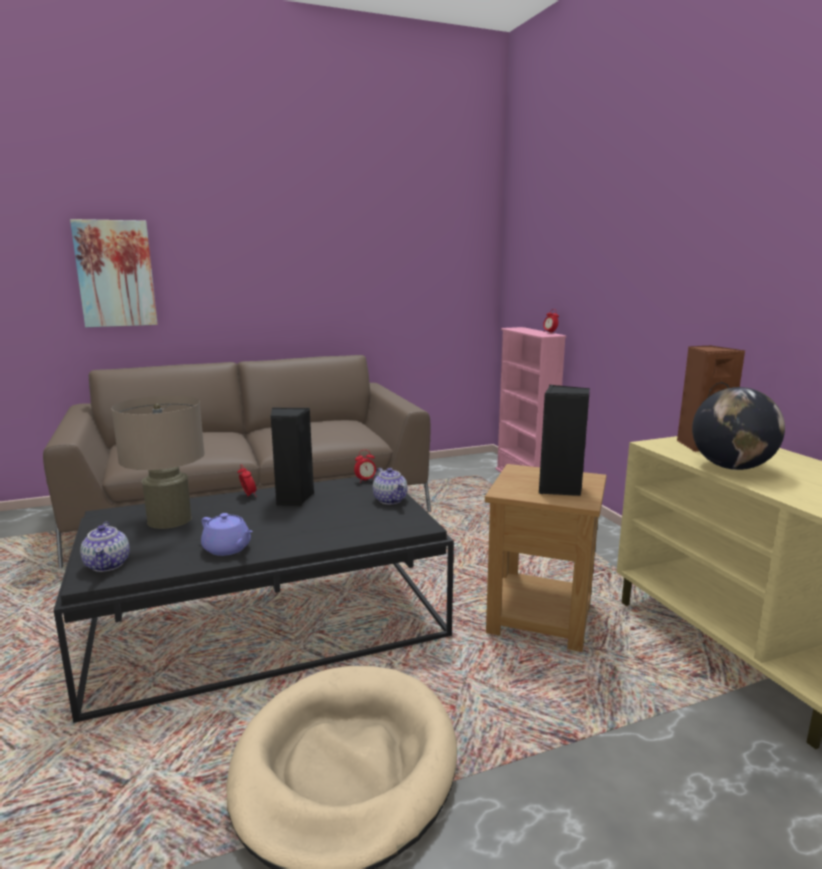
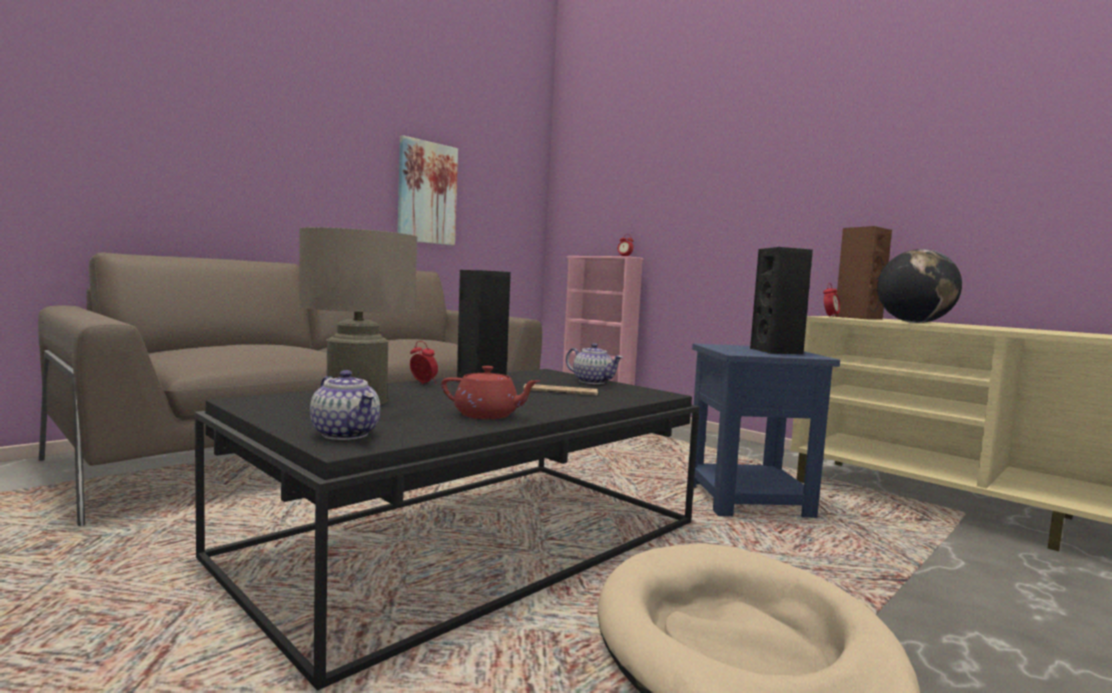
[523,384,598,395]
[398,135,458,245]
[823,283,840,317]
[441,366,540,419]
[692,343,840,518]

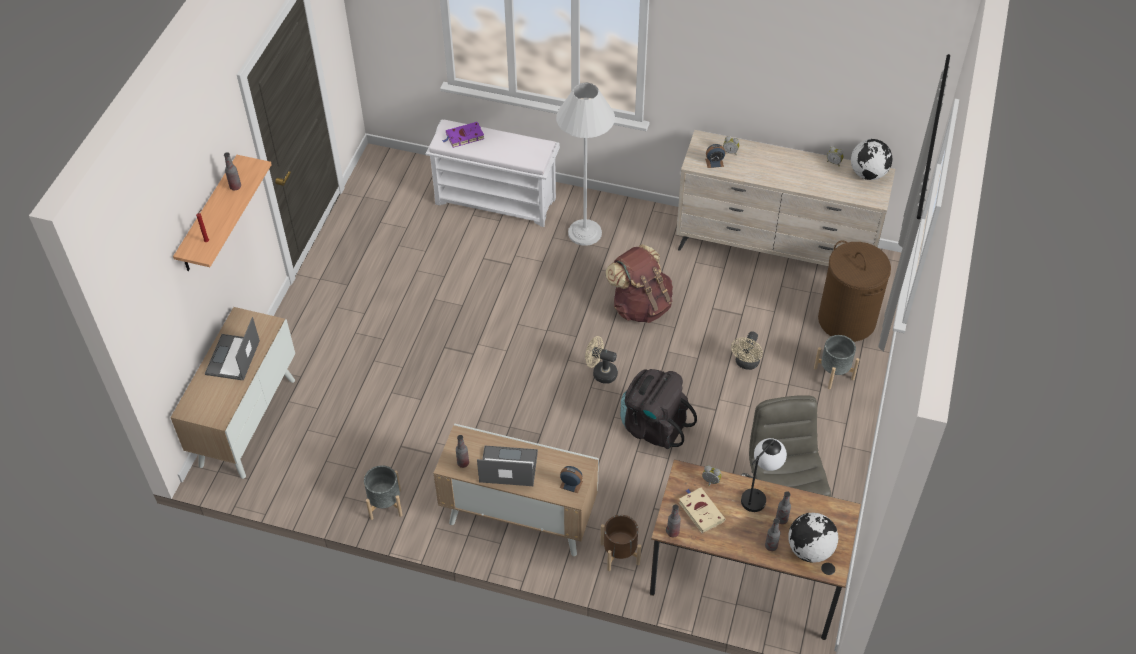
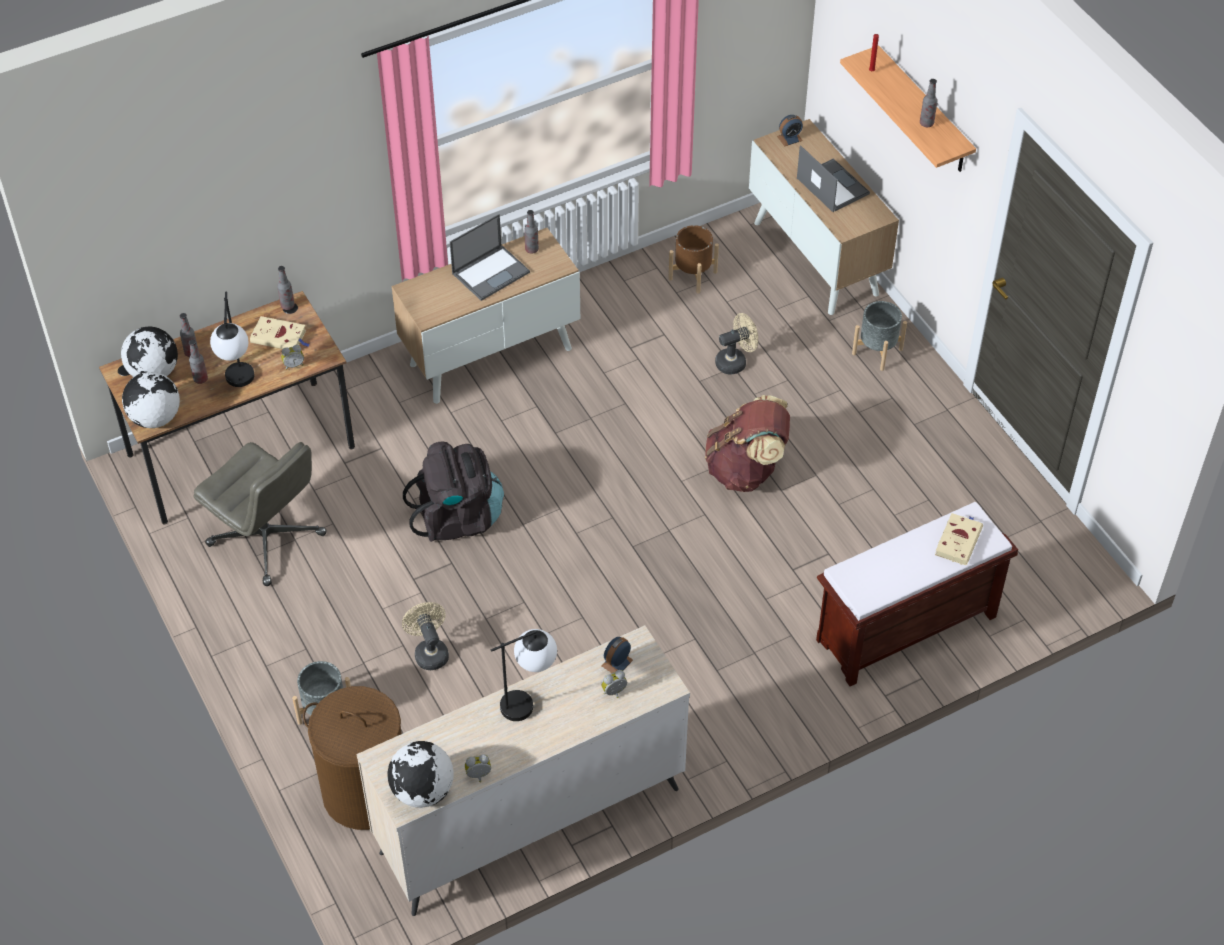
[556,82,615,246] (first image)
[122,372,180,428]
[491,629,557,721]
[852,301,907,371]
[777,115,803,147]
[715,313,758,375]
[669,225,719,293]
[705,395,790,492]
[816,502,1018,686]
[935,513,983,565]

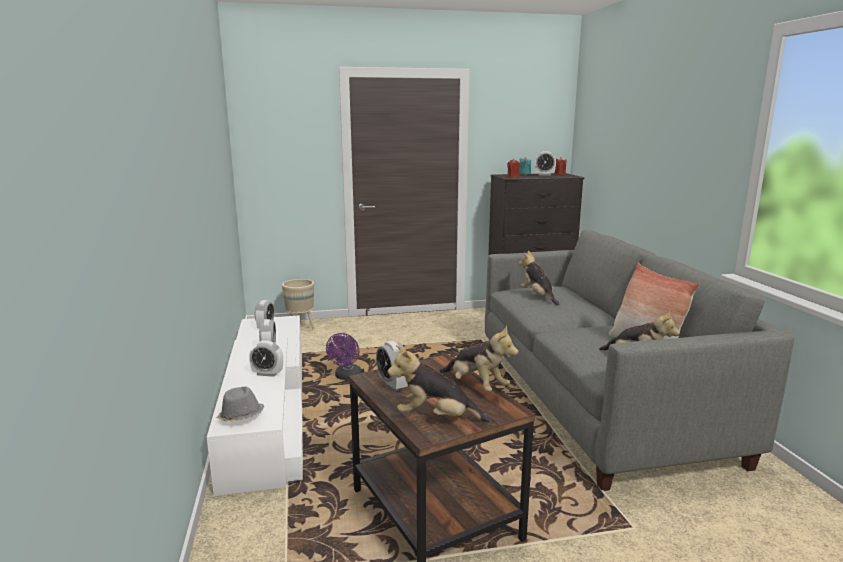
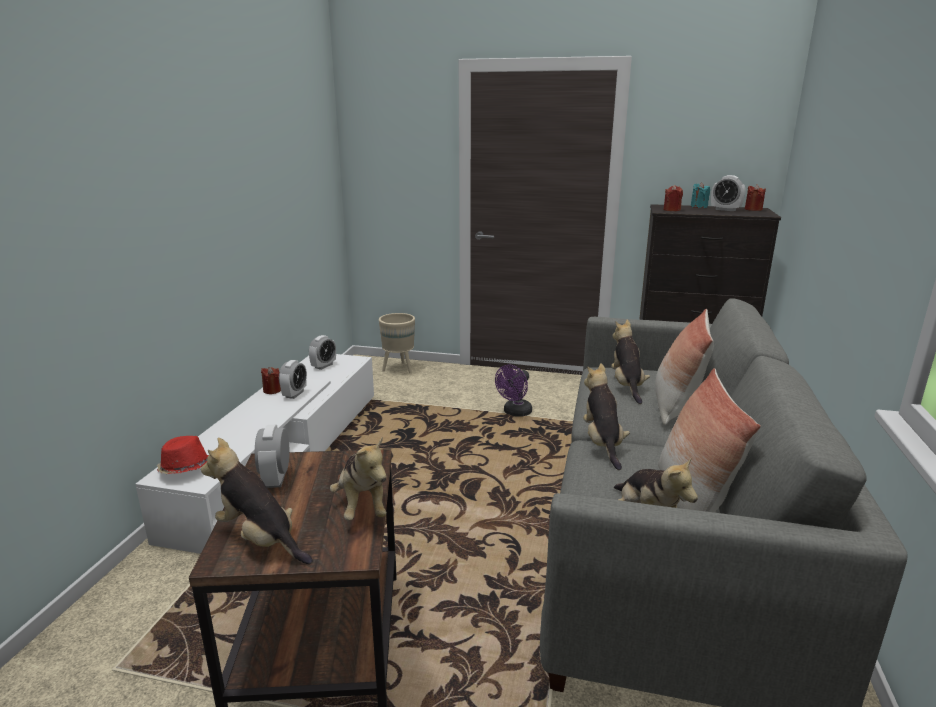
[249,340,283,377] (first image)
[261,367,281,394]
[583,363,630,470]
[655,309,714,425]
[495,365,532,417]
[157,436,209,474]

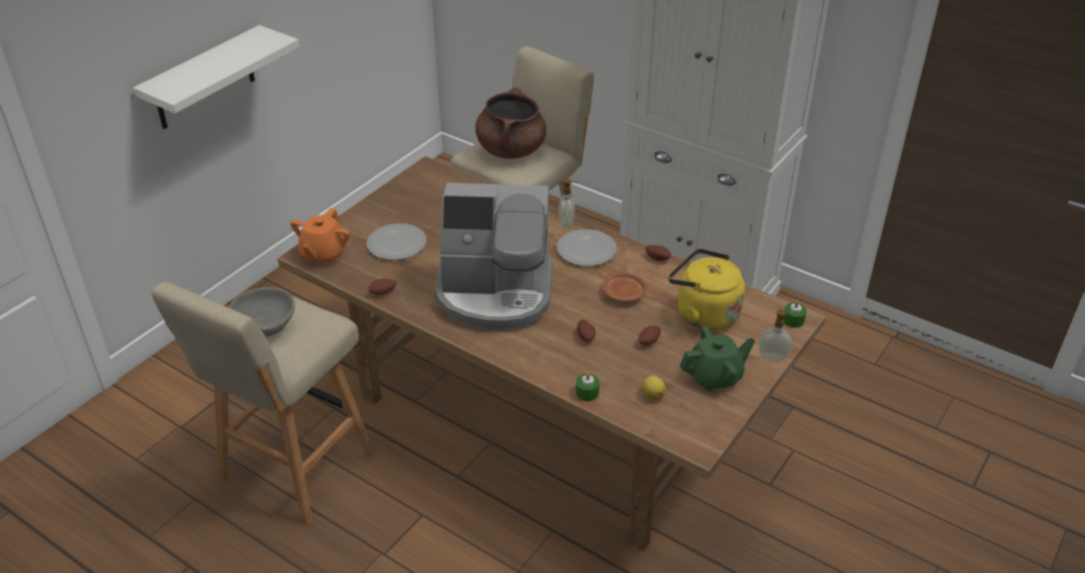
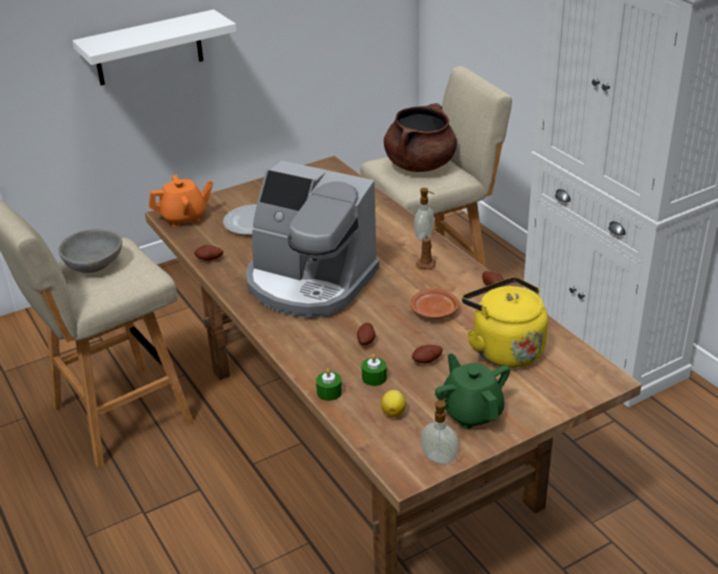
[421,398,459,465]
[362,354,387,386]
[416,232,436,270]
[149,175,213,227]
[435,353,510,429]

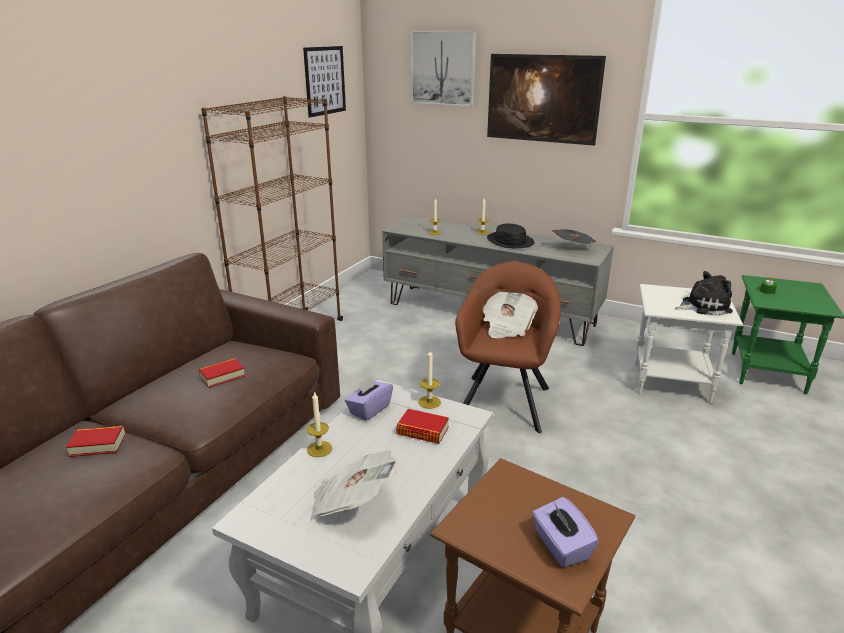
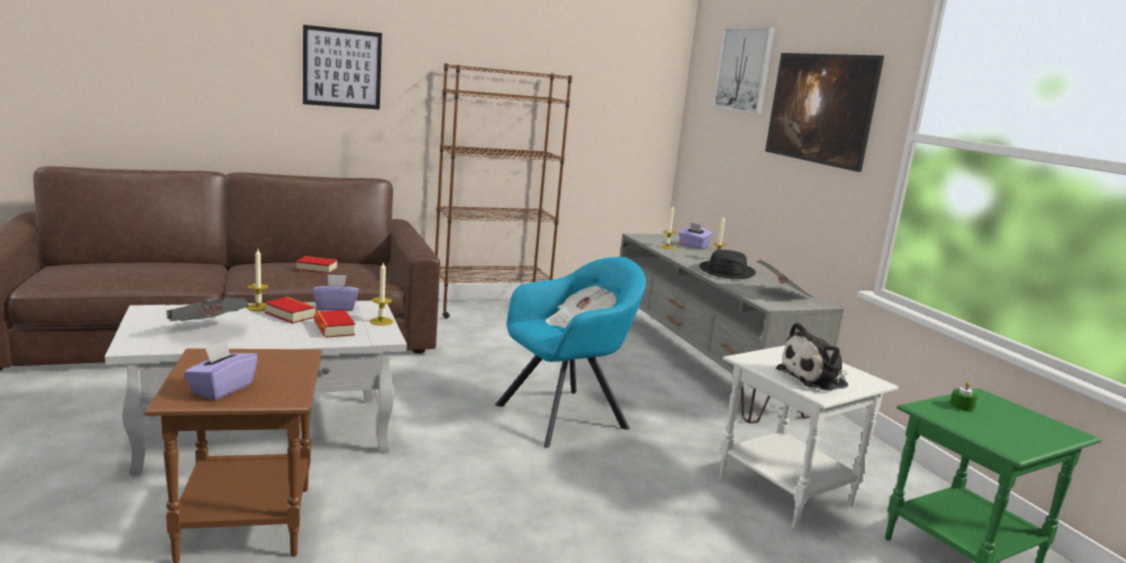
[679,222,713,249]
[264,297,317,324]
[303,25,382,110]
[495,257,646,448]
[776,322,848,391]

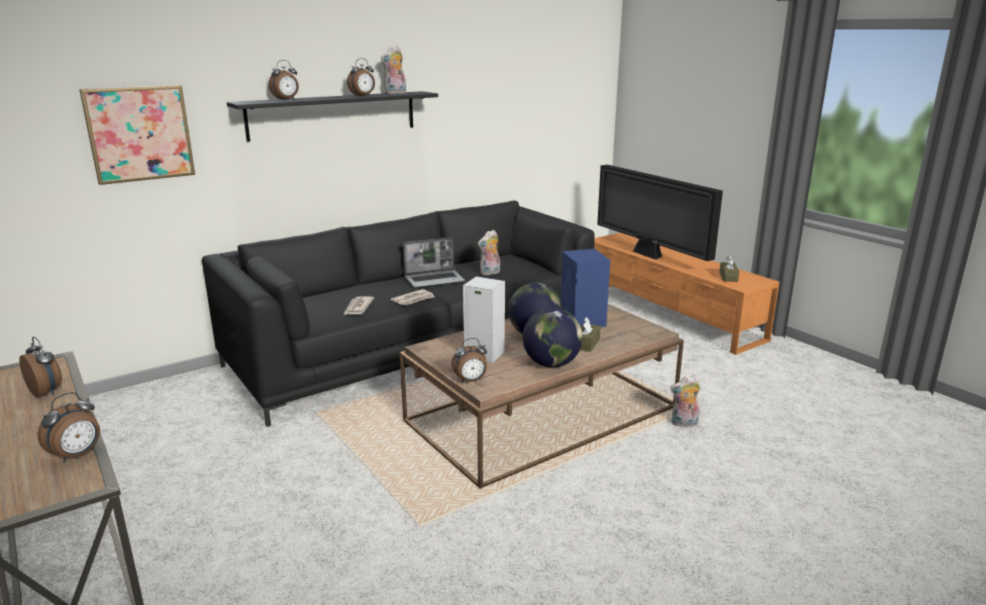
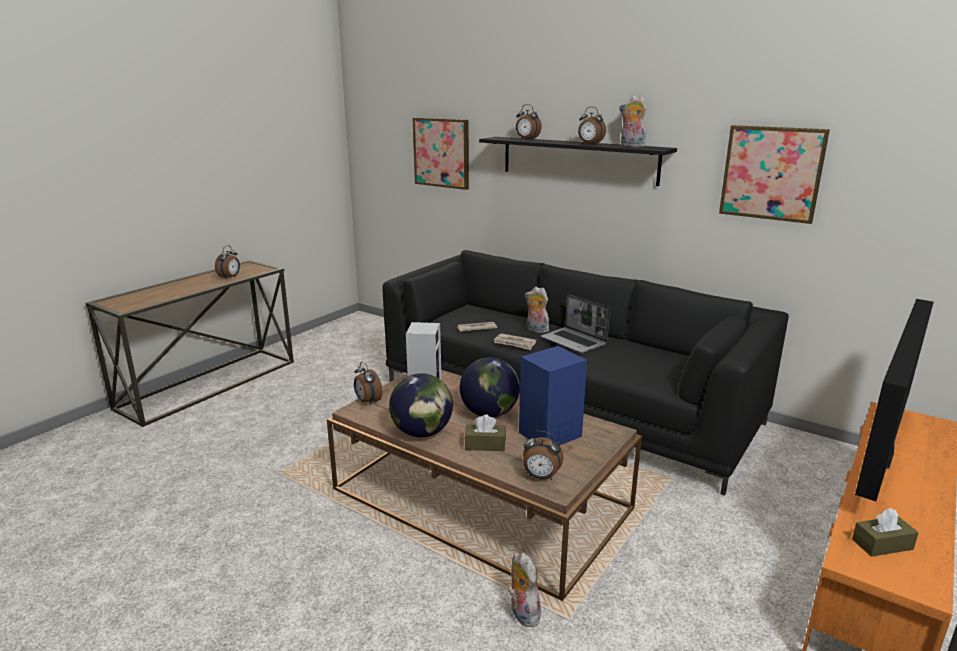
[719,125,830,224]
[523,431,563,480]
[525,287,549,333]

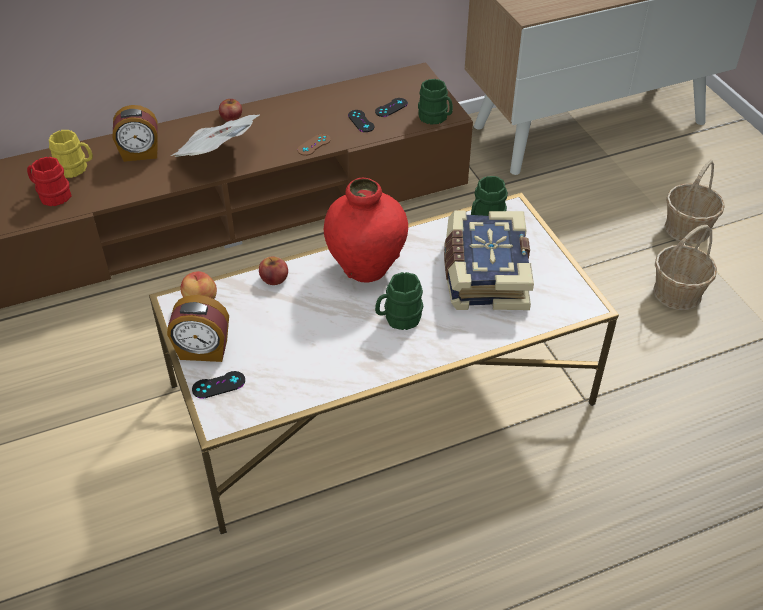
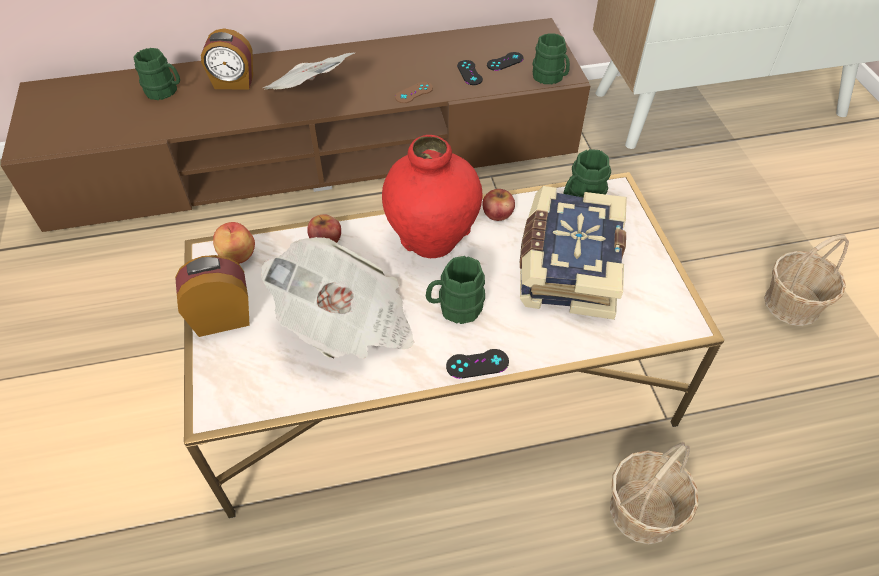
[27,157,72,206] (first image)
[261,237,414,359]
[446,349,509,379]
[482,189,515,221]
[610,442,698,544]
[134,48,180,100]
[175,255,250,337]

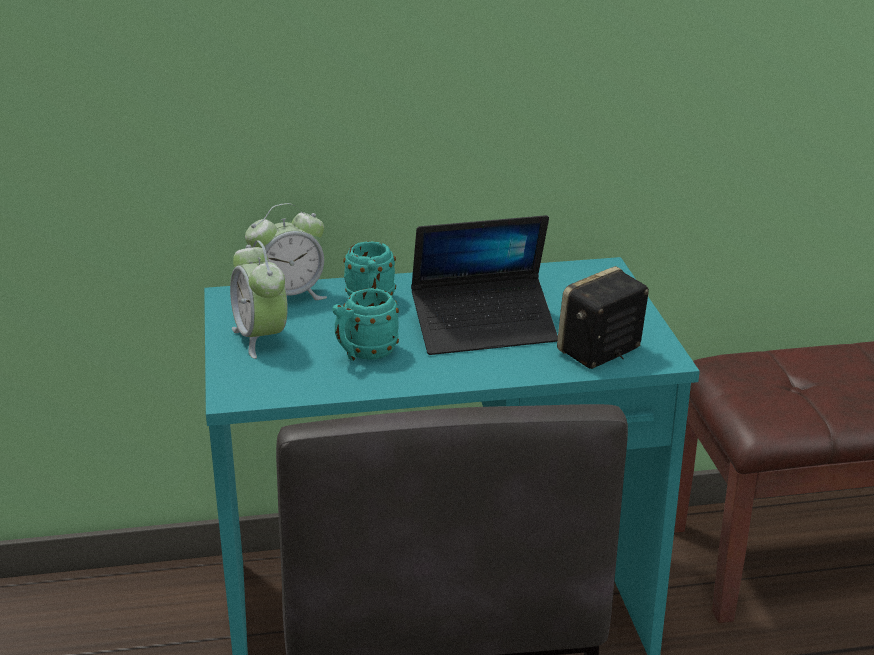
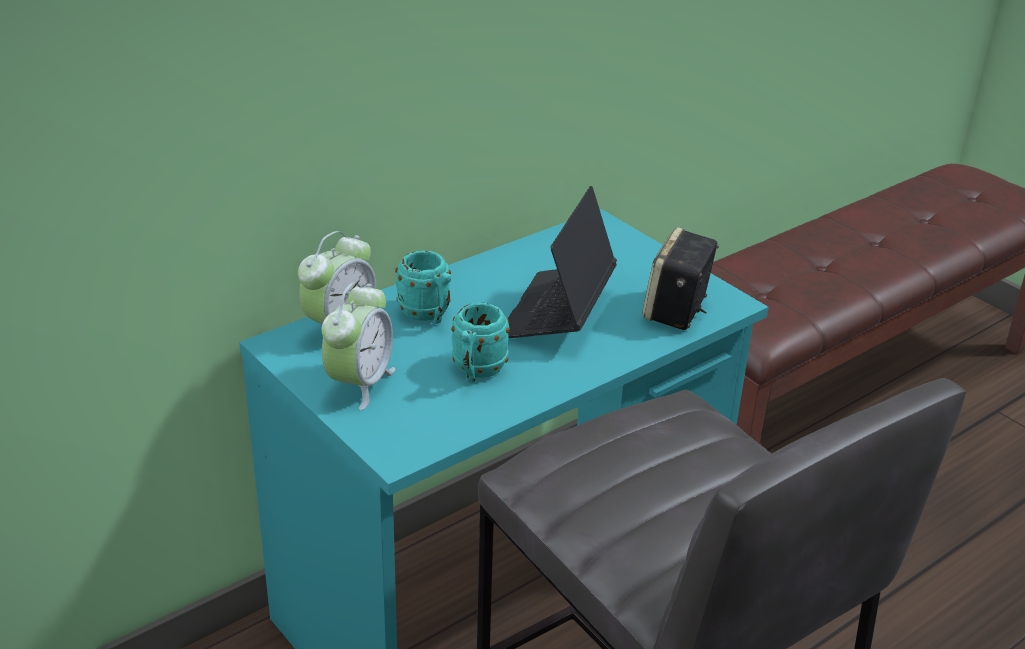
[322,282,395,410]
[508,186,617,338]

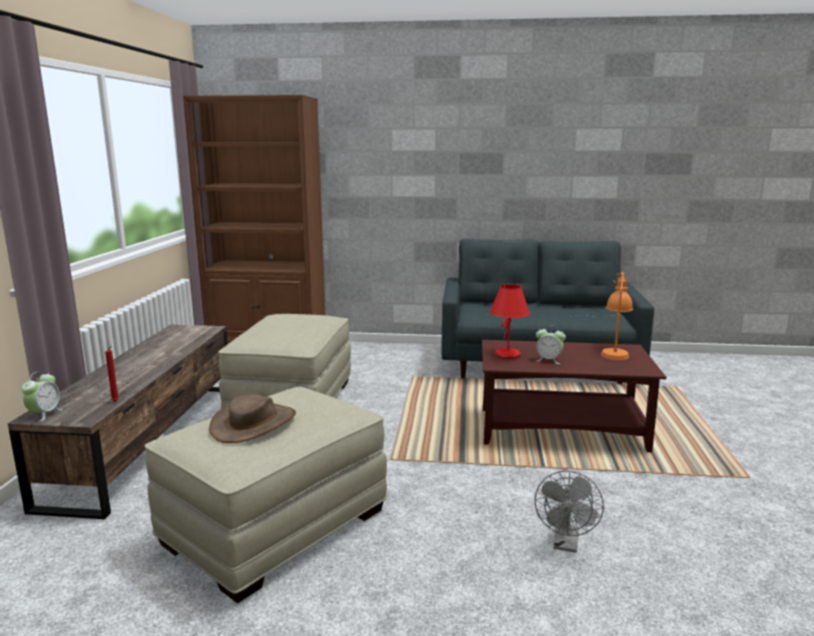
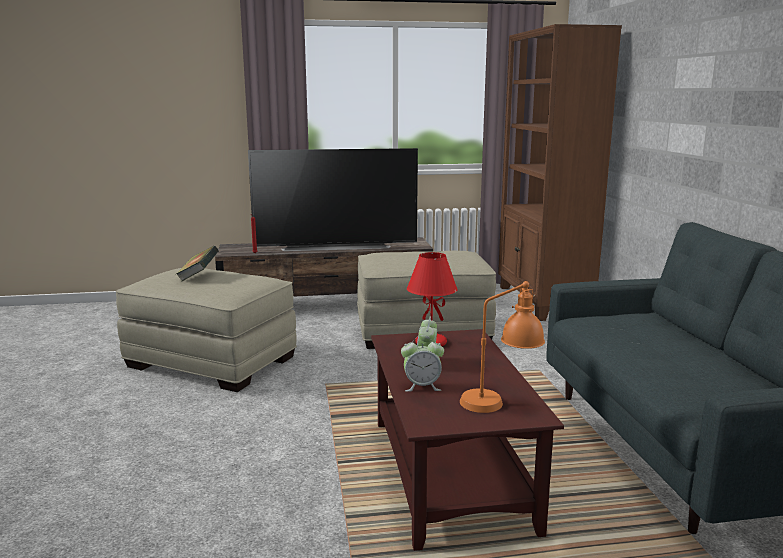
[535,471,604,553] (first image)
[248,148,418,251]
[401,336,444,392]
[176,246,219,282]

